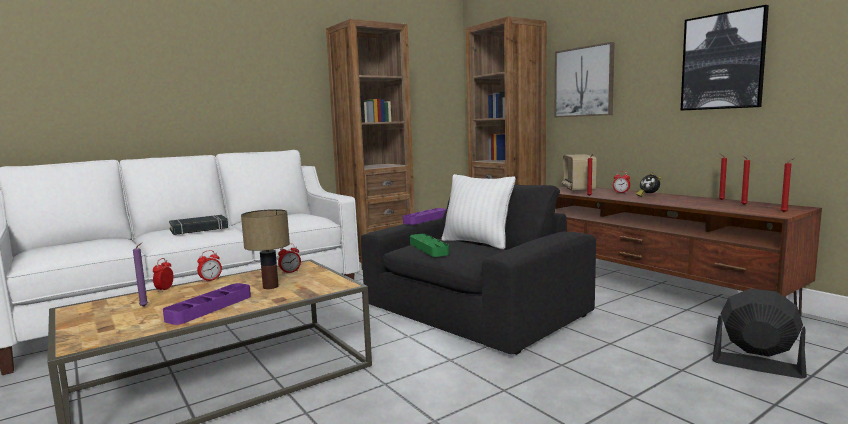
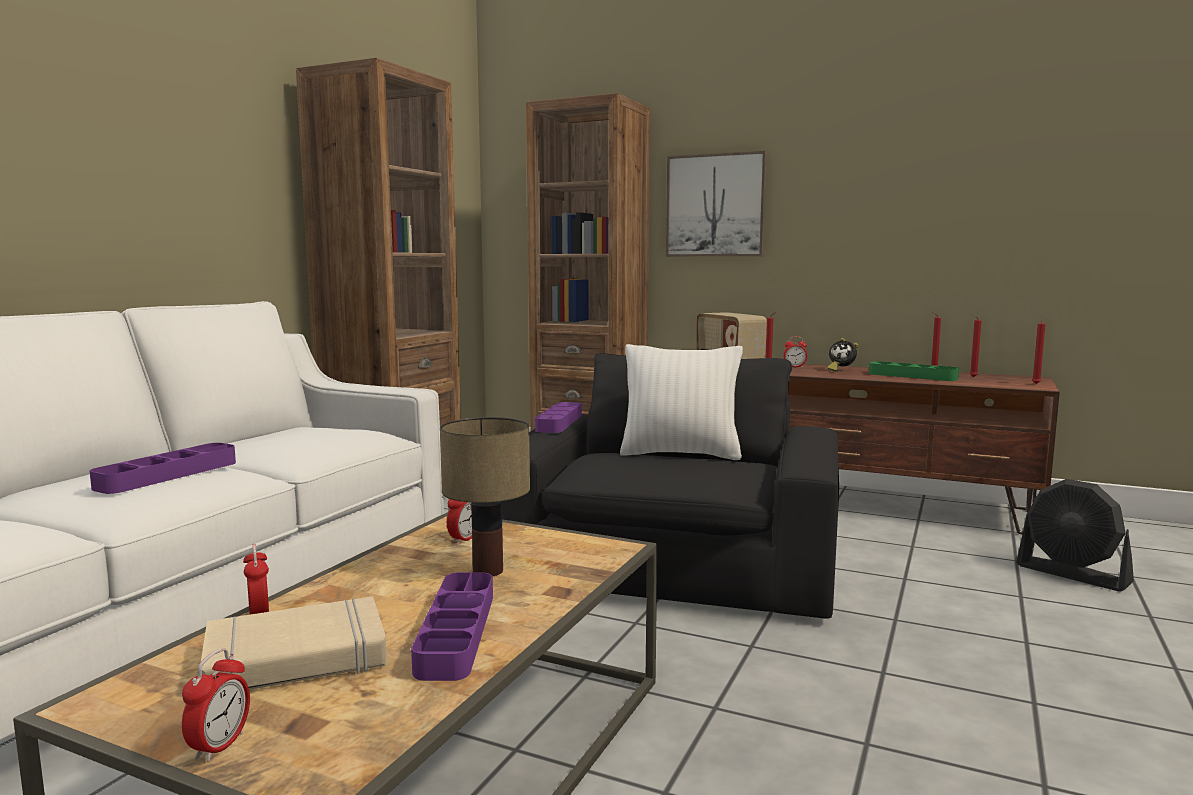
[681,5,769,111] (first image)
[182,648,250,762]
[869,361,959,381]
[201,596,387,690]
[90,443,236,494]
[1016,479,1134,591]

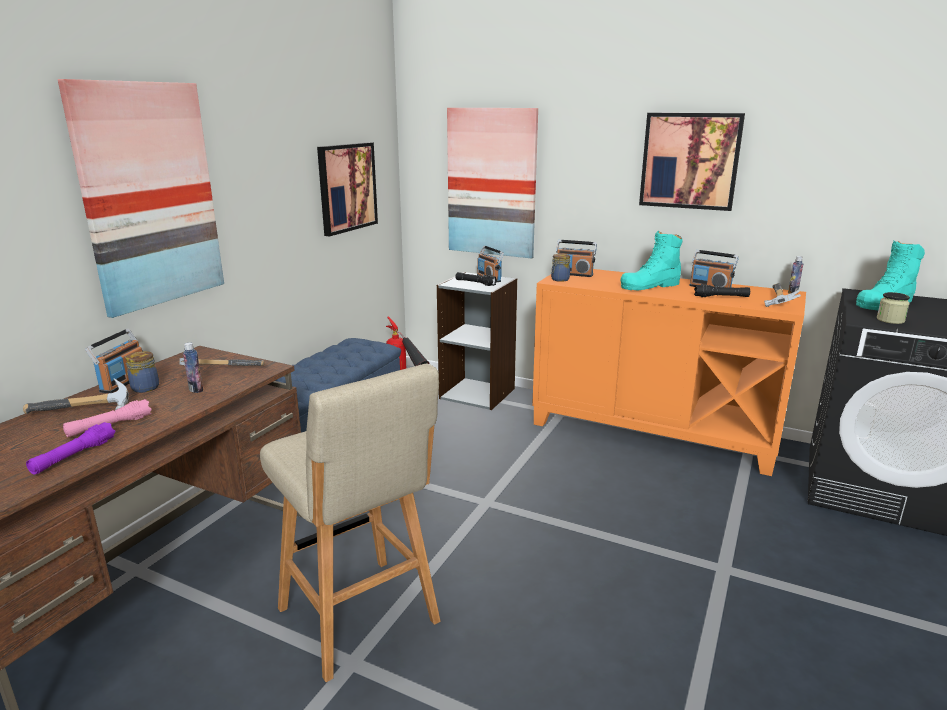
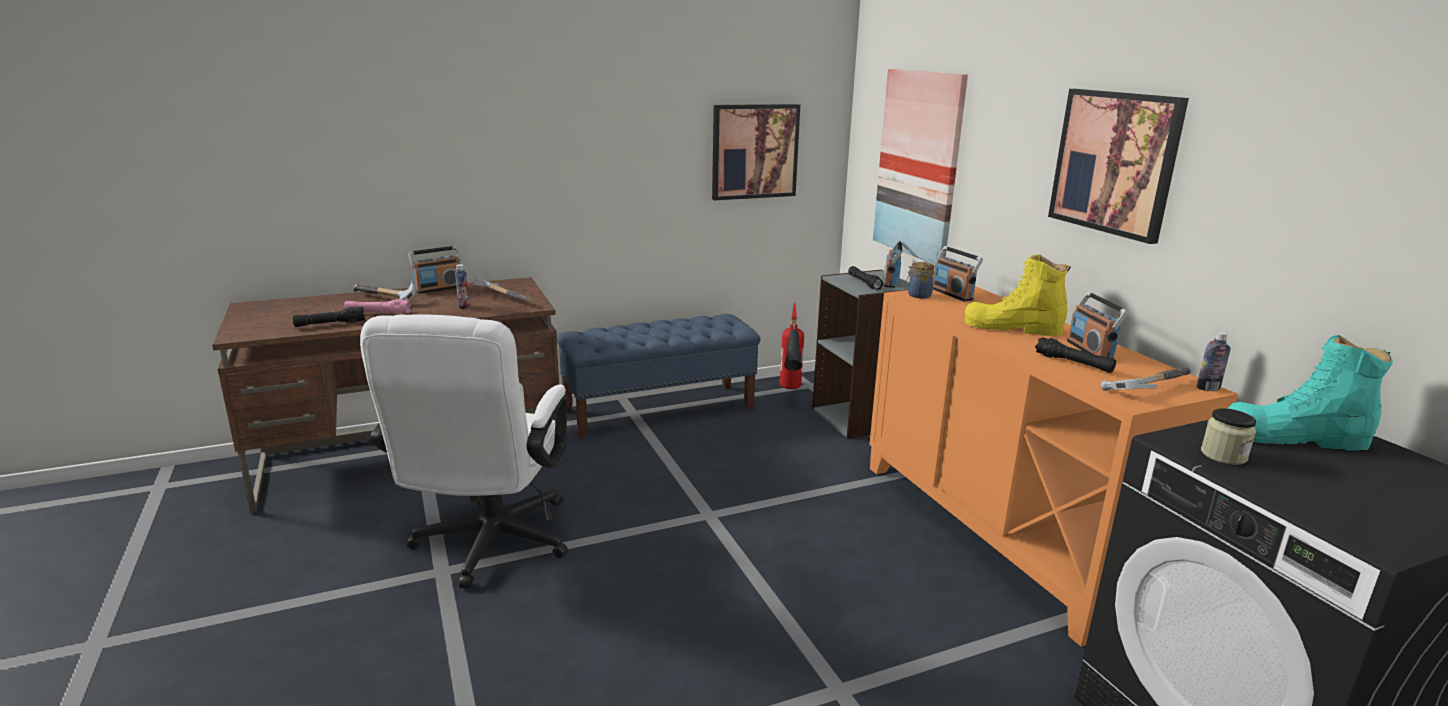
[58,79,224,318] (first image)
[125,351,159,393] (first image)
[360,314,568,589]
[293,307,365,327]
[965,255,1071,336]

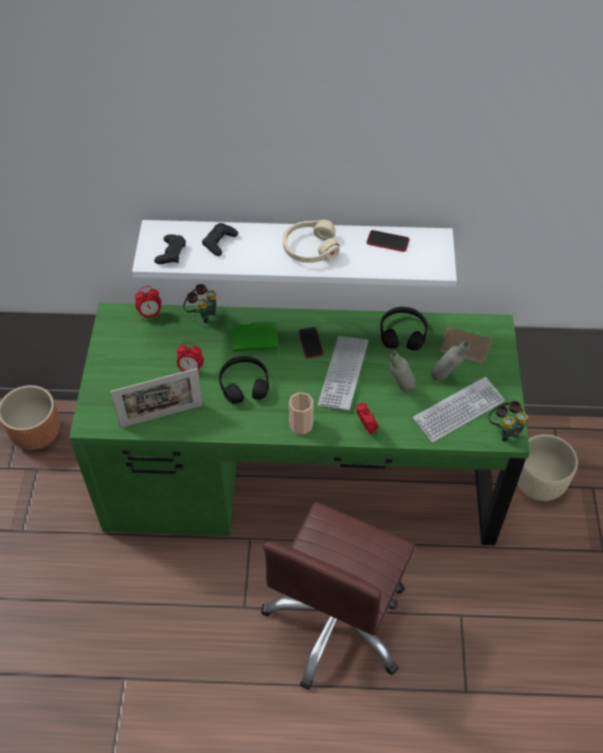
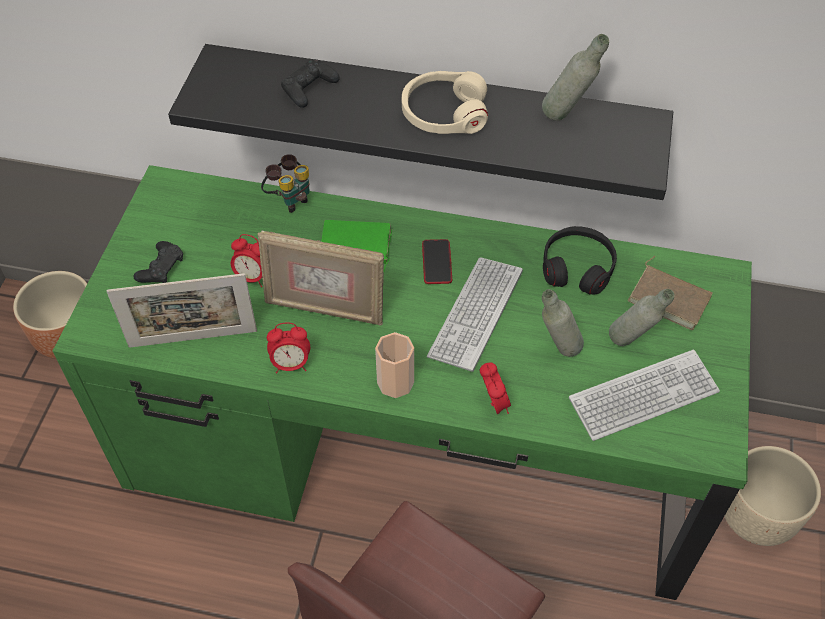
[488,401,528,441] (first image)
[267,323,310,374]
[133,241,183,283]
[258,230,384,326]
[542,34,609,121]
[168,44,673,200]

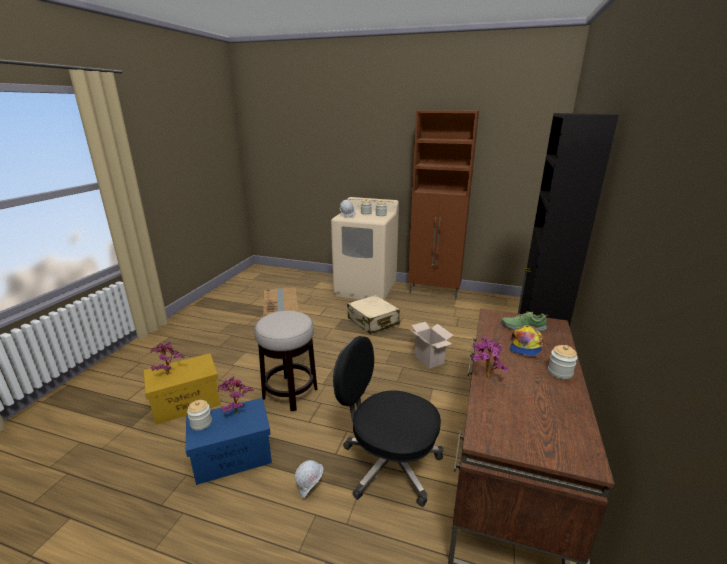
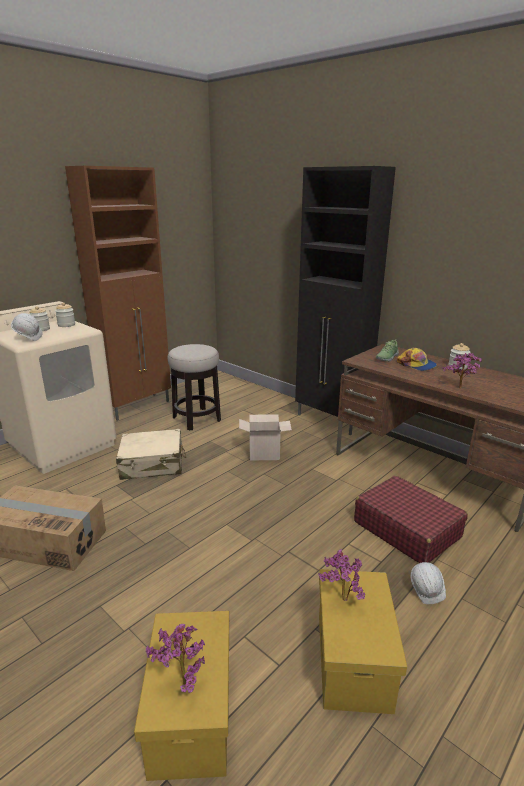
[187,400,212,431] (first image)
[168,344,221,430]
[354,476,468,563]
[319,569,407,714]

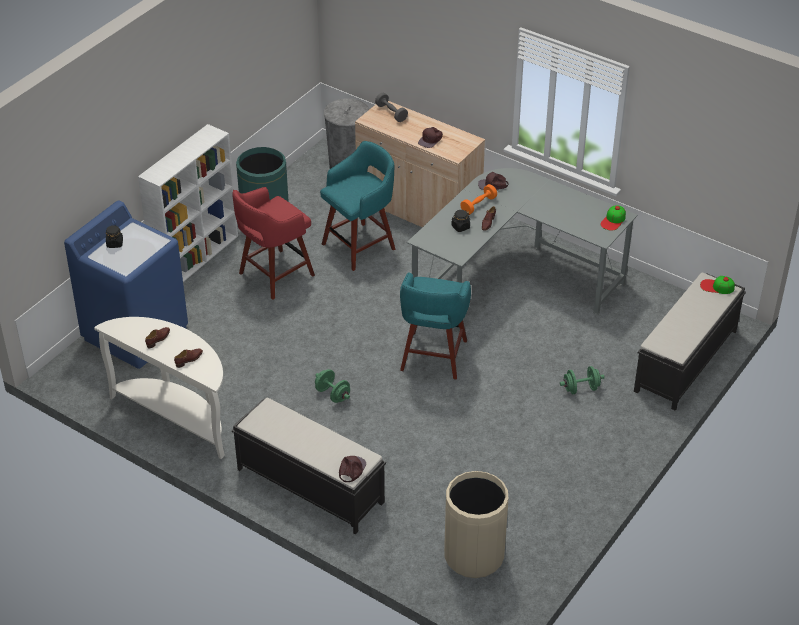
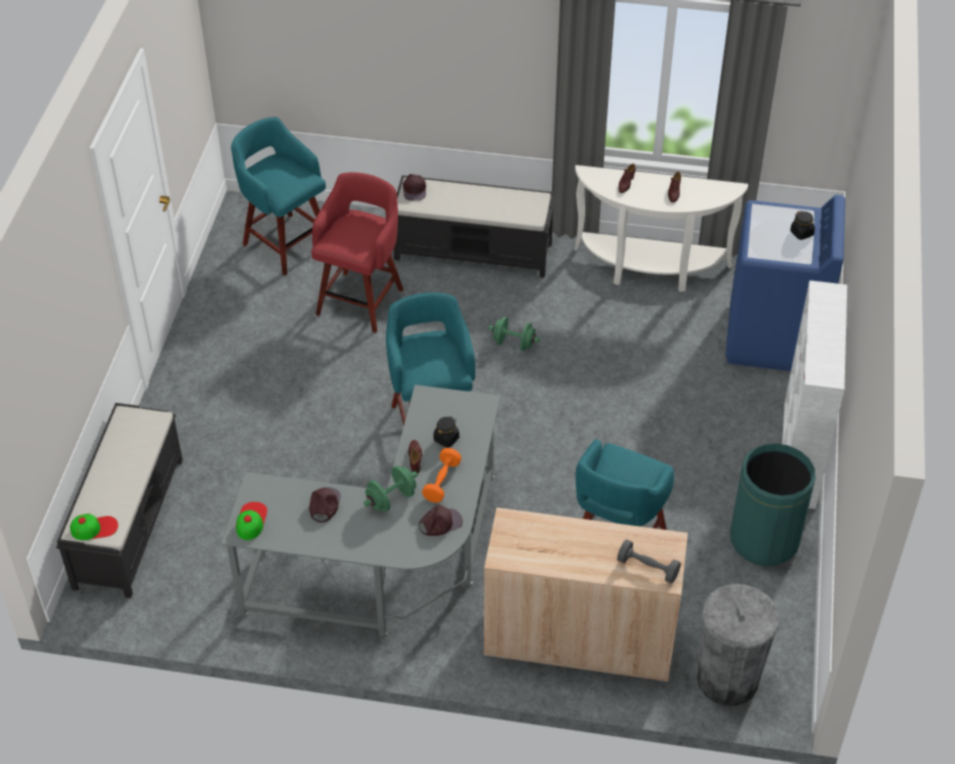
[311,172,404,333]
[309,487,341,523]
[364,466,418,512]
[231,117,326,276]

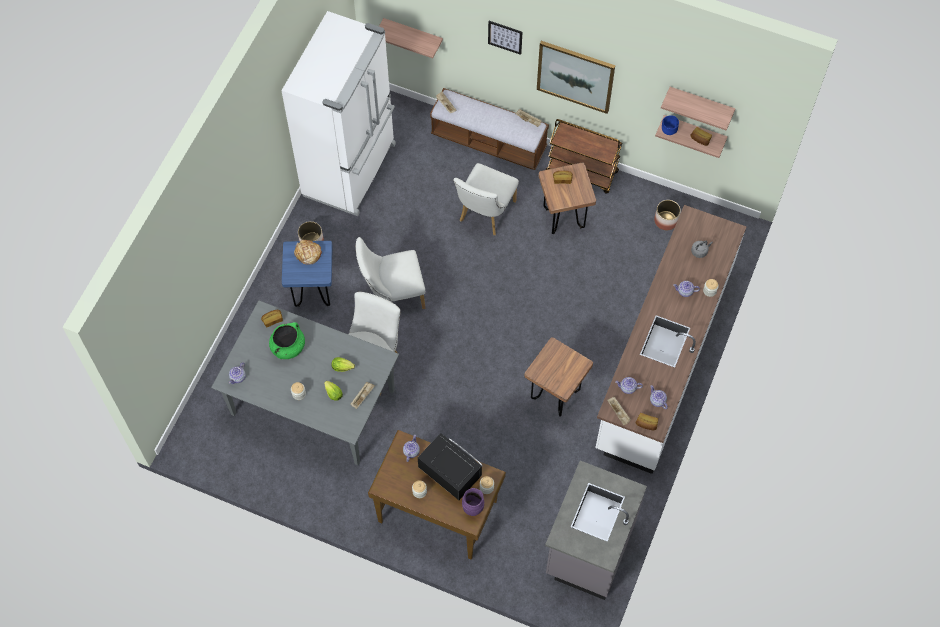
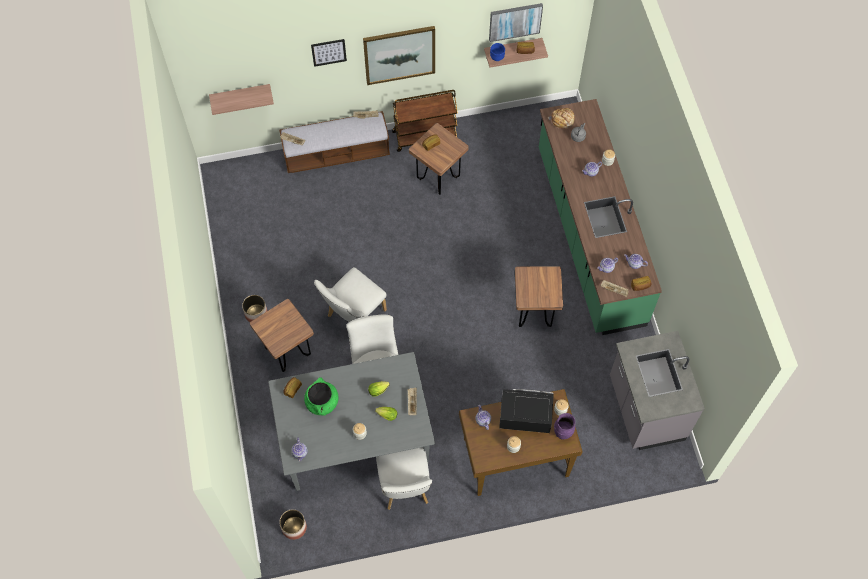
[281,11,396,216] (first image)
[548,108,575,129]
[376,447,432,510]
[279,509,307,540]
[489,3,543,42]
[250,299,314,372]
[539,99,662,335]

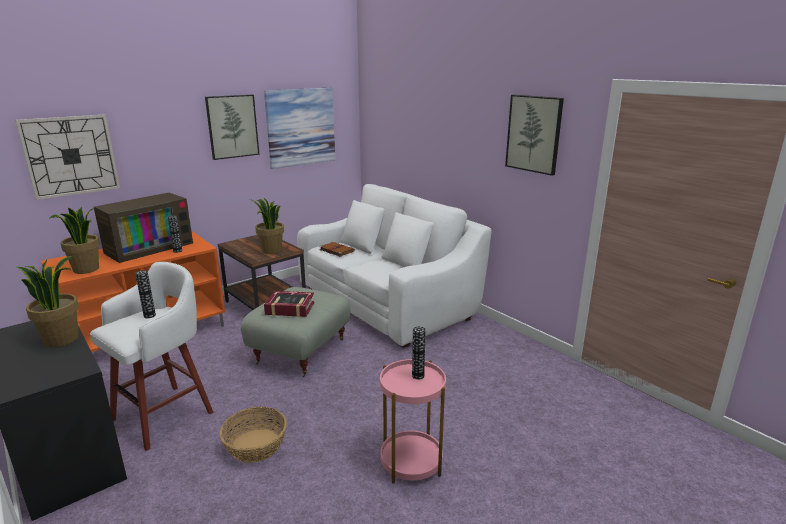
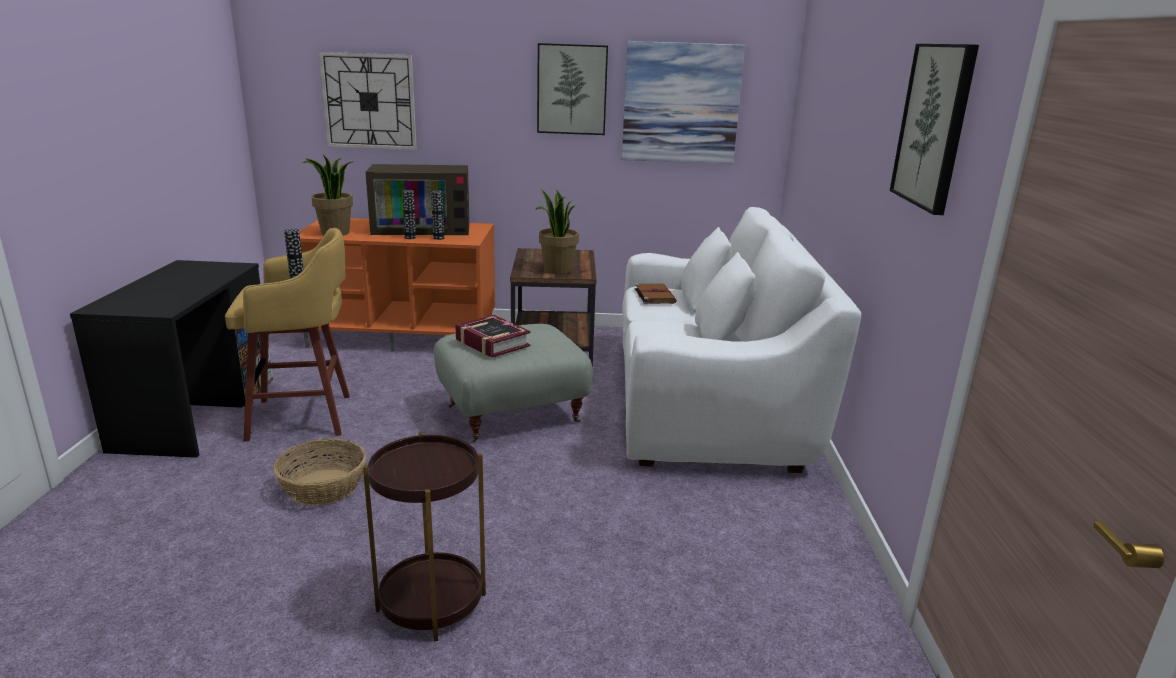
[16,256,79,347] (first image)
[402,190,416,239]
[225,228,350,442]
[363,432,486,641]

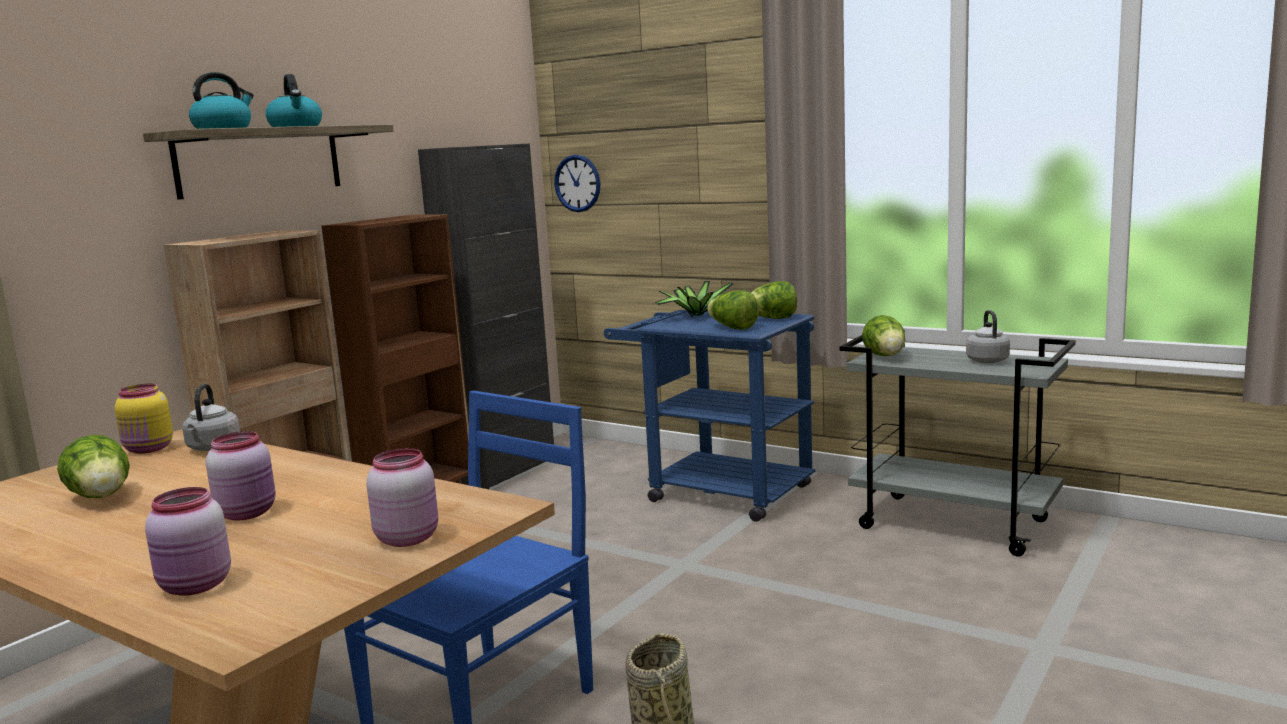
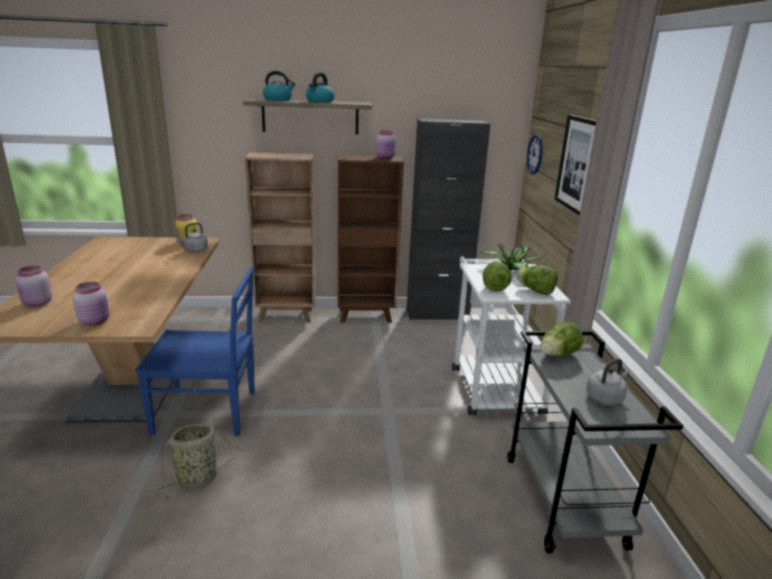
[57,435,130,498] (first image)
[554,115,597,216]
[376,130,396,159]
[452,257,571,415]

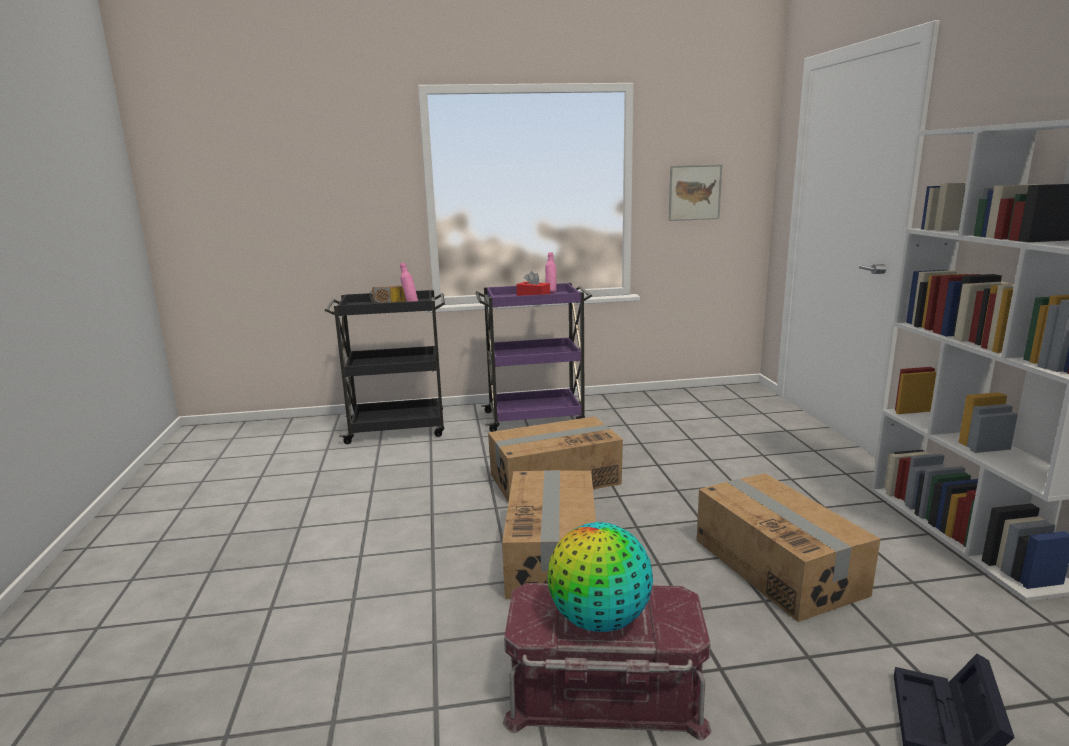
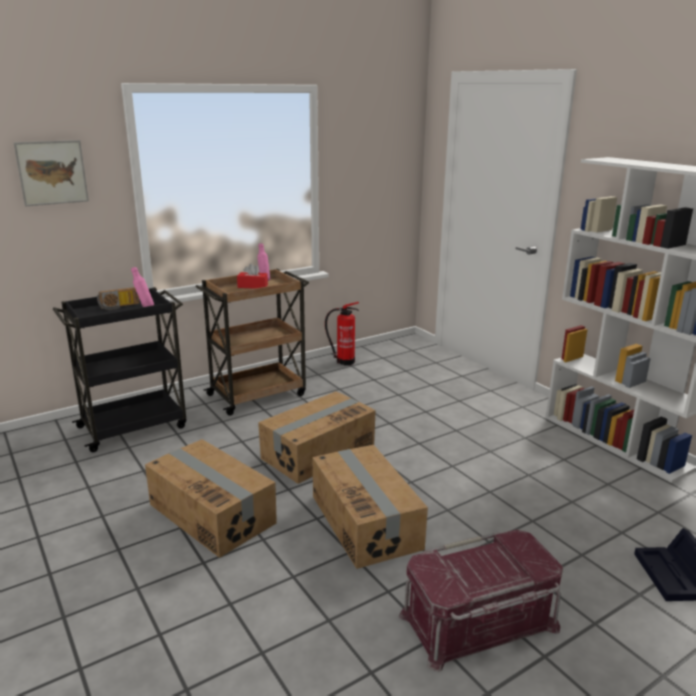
[547,522,653,632] (first image)
[325,302,359,366]
[13,140,89,207]
[145,439,277,558]
[195,269,309,416]

